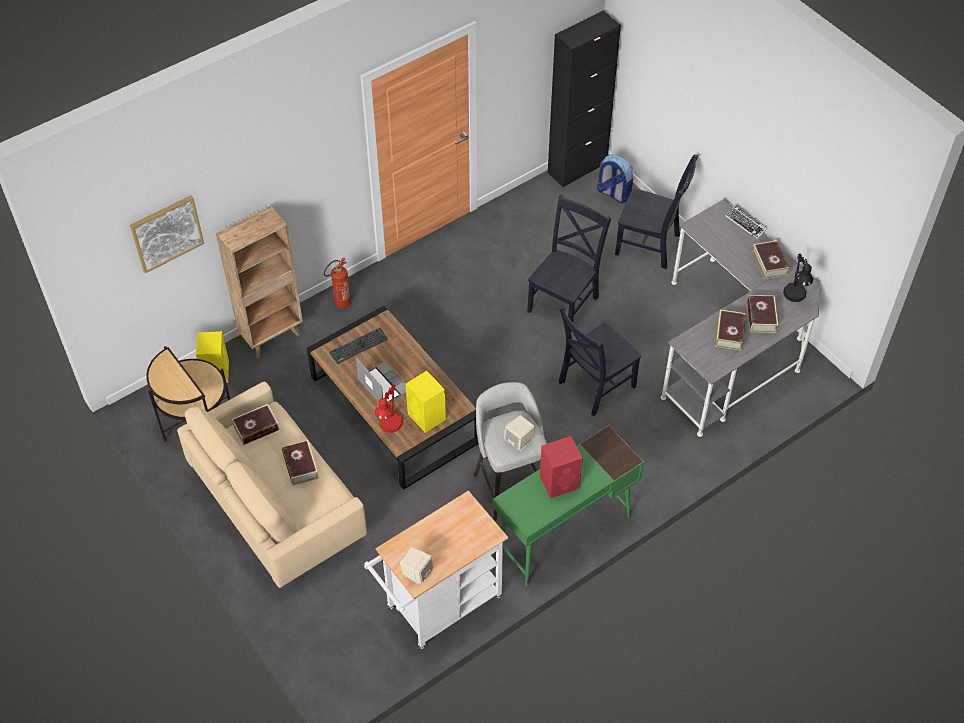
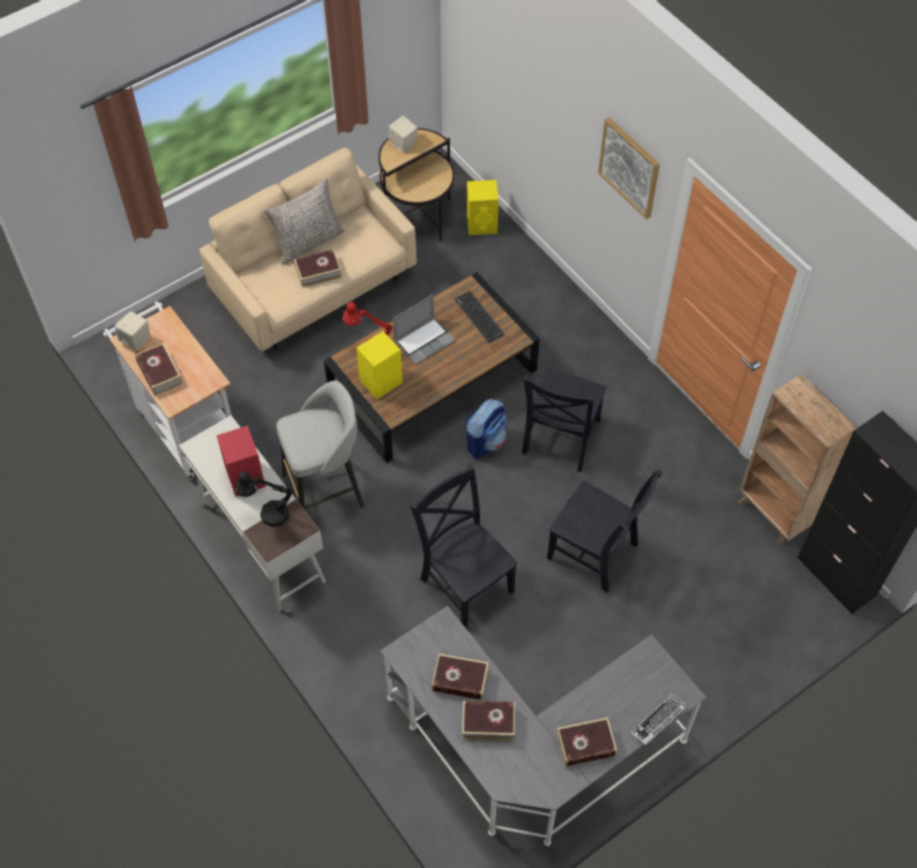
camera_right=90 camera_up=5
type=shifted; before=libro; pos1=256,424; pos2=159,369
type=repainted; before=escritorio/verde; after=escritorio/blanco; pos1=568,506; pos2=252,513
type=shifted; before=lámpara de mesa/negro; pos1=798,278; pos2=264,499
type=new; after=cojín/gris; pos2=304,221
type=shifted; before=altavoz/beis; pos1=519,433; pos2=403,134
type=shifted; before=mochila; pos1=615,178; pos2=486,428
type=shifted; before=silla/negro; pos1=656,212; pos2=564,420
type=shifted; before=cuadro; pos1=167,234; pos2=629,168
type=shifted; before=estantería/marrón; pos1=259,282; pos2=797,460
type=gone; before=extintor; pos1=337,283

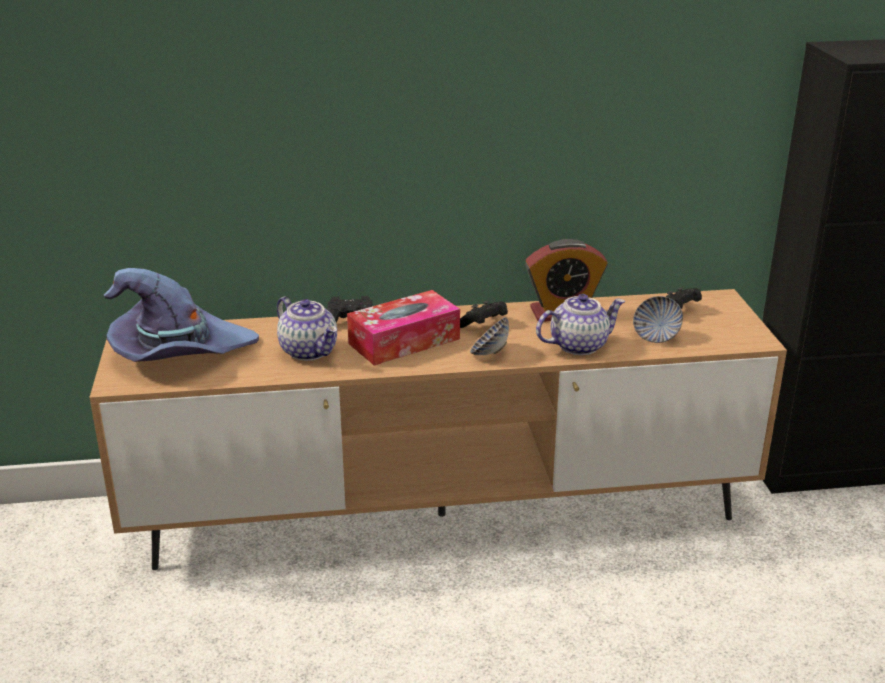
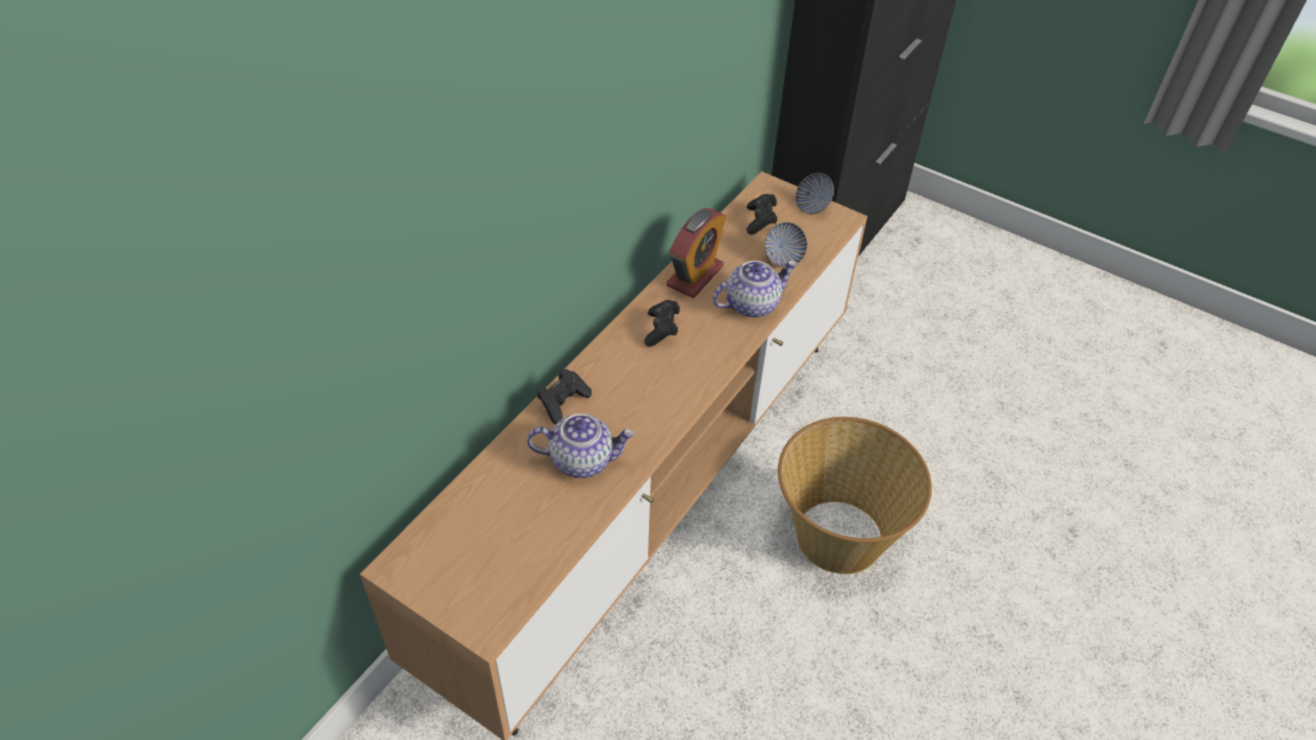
camera_right=-50 camera_up=20
type=rotated; before=tetera; pos1=581,324; pos2=754,289; turn=45
type=new; after=cesta; pos2=855,495
type=shifted; before=cuenco; pos1=489,336; pos2=814,193
type=gone; before=sombrero/morado; pos1=181,315
type=gone; before=caja de pañuelos; pos1=403,327

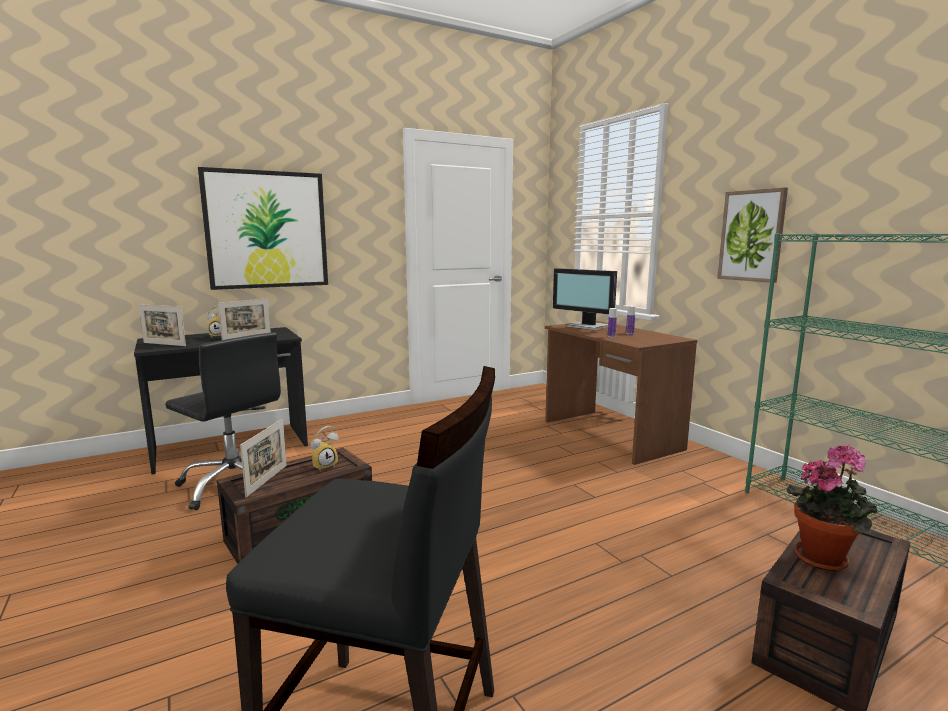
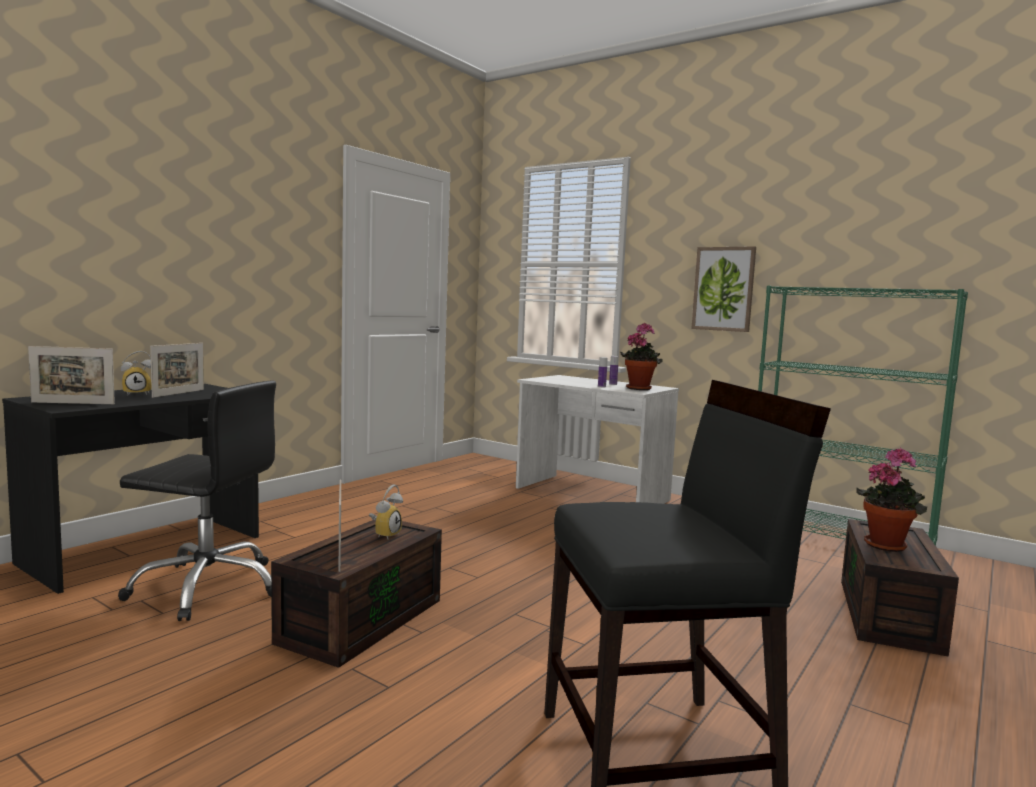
camera_right=-25 camera_up=-5
type=repainted; before=escritorio/marrón; after=escritorio/blanco; pos1=621,393; pos2=597,439
type=new; after=planta en maceta; pos2=641,356
type=gone; before=cuadro; pos1=263,228
type=gone; before=monitor; pos1=585,299

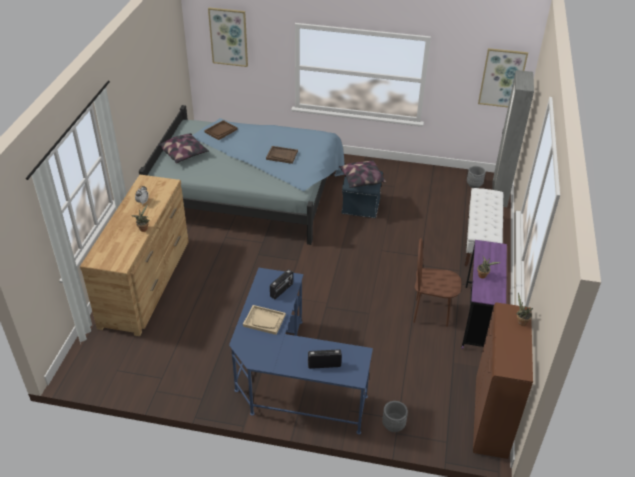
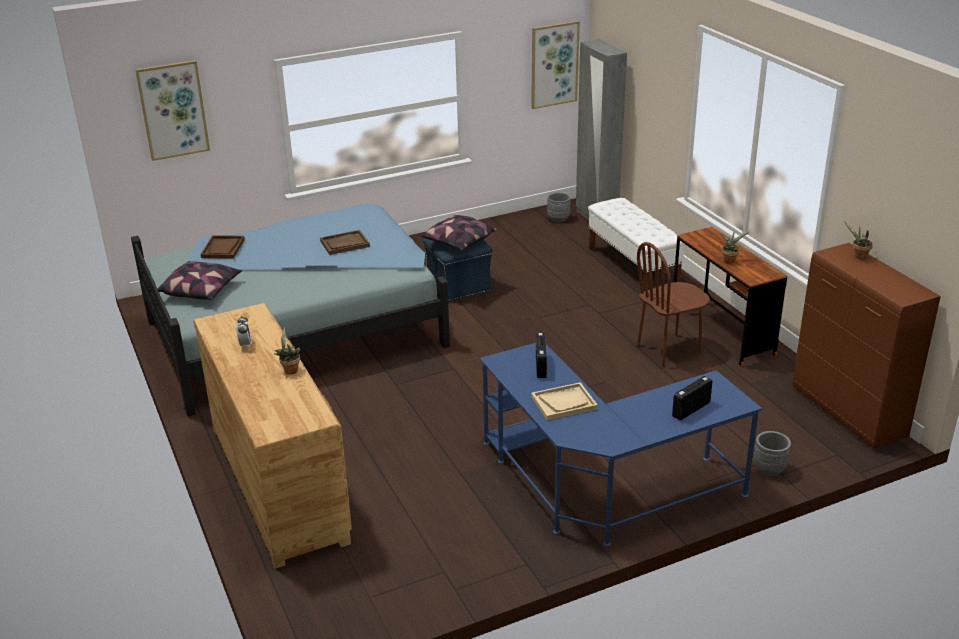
camera_right=-35 camera_up=-10
type=repainted; before=escritorio/morado; after=escritorio/marrón; pos1=484,294; pos2=730,297

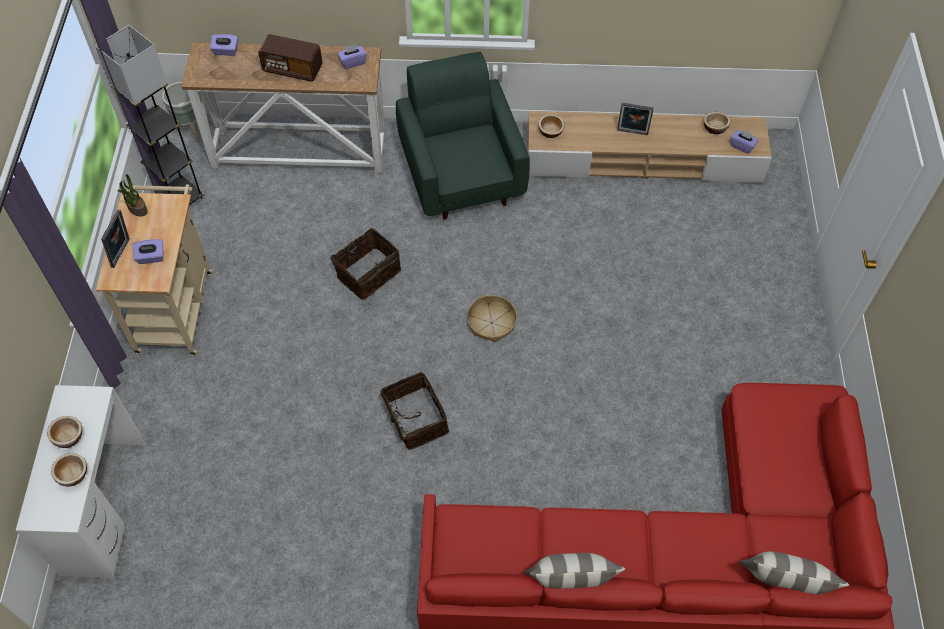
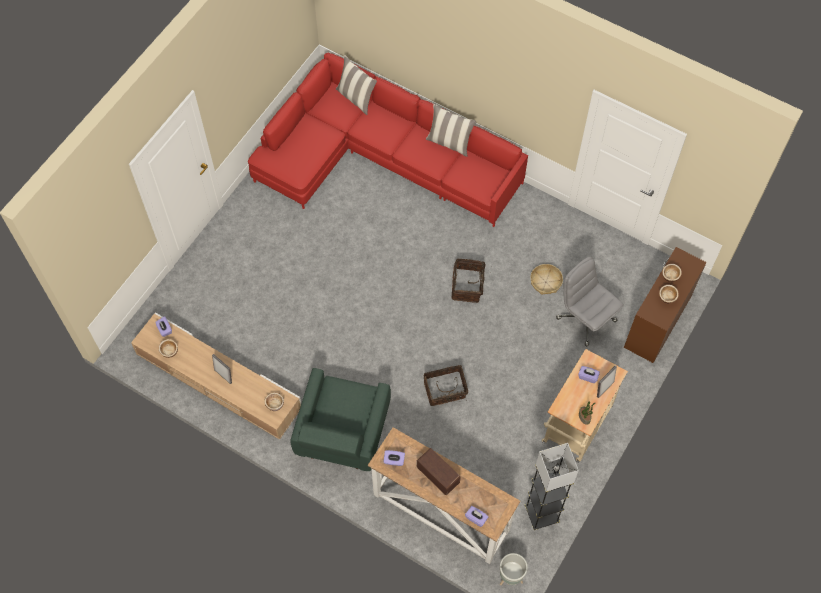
camera_right=-150 camera_up=5
type=shifted; before=cesta; pos1=492,318; pos2=546,279
type=new; after=silla de oficina/gris; pos2=589,301
type=repainted; before=escritorio/blanco; after=escritorio/marrón; pos1=81,481; pos2=665,305

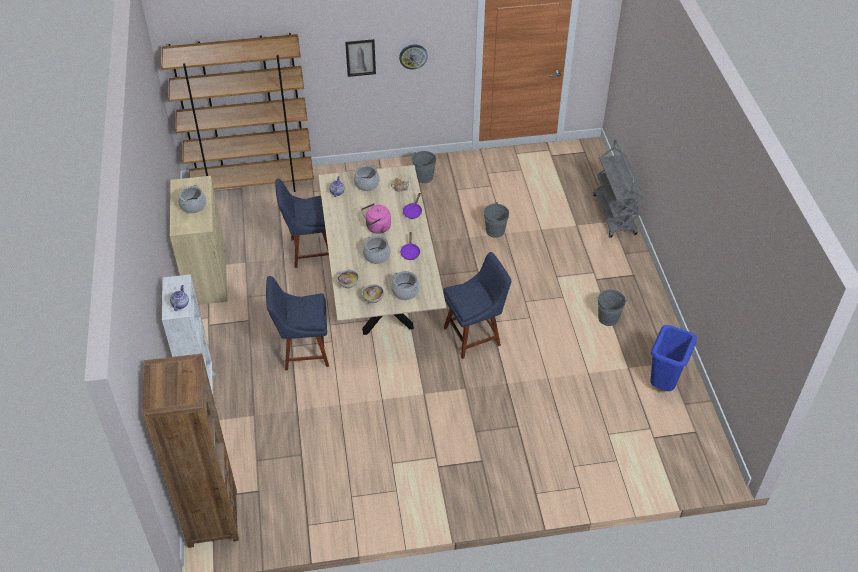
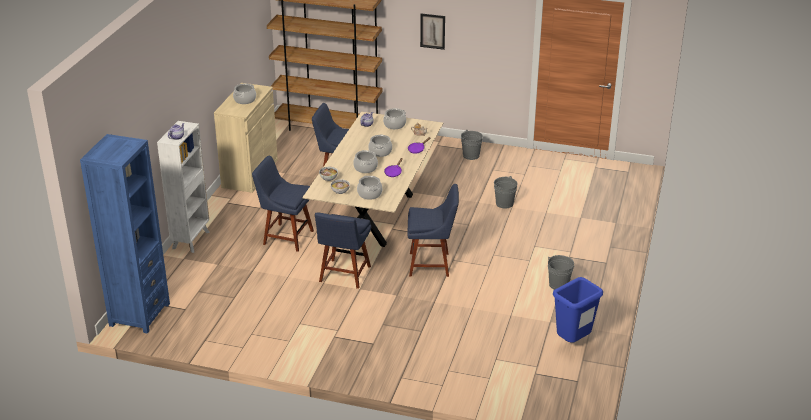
camera_right=25 camera_up=-15
type=repainted; before=estantería/marrón; after=estantería/azul; pos1=191,450; pos2=125,234
type=new; after=silla/azul; pos2=343,251
type=swapped; before=hervidor/rosa; after=olla; pos1=376,218; pos2=380,145
type=gone; before=reloj de pared; pos1=413,57
type=gone; before=carrito/gris; pos1=618,188

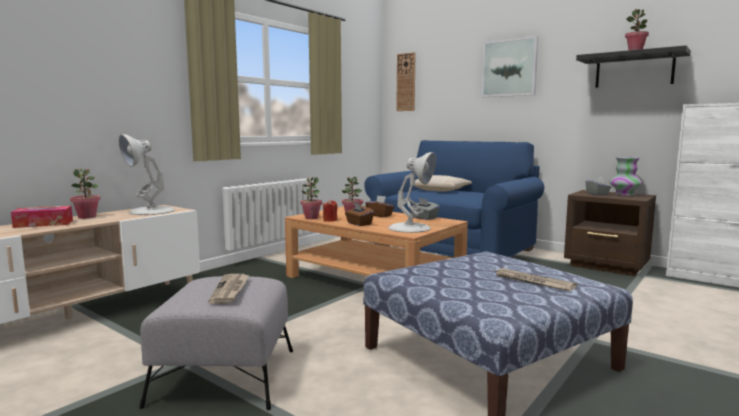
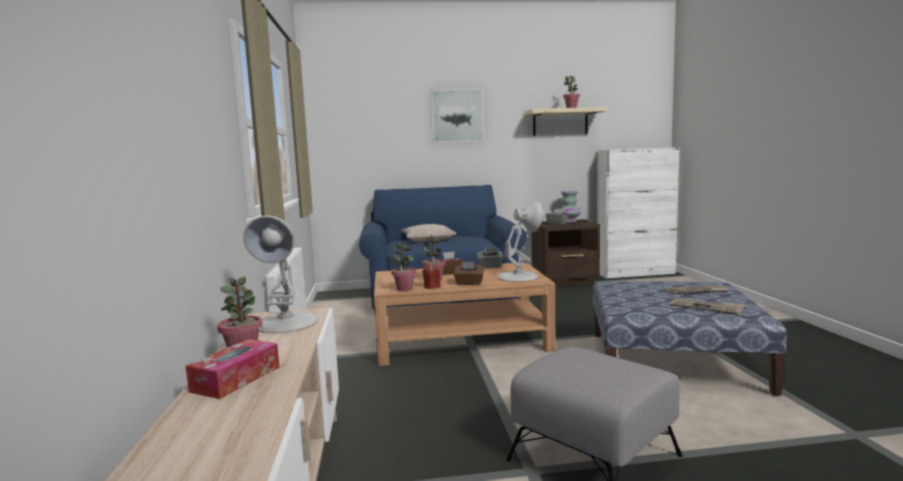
camera_right=-45 camera_up=0
type=repainted; before=estante/negro; after=estante/beis; pos1=633,66; pos2=566,121
type=shifted; before=periódico; pos1=228,289; pos2=707,306
type=gone; before=reloj de pared; pos1=406,81

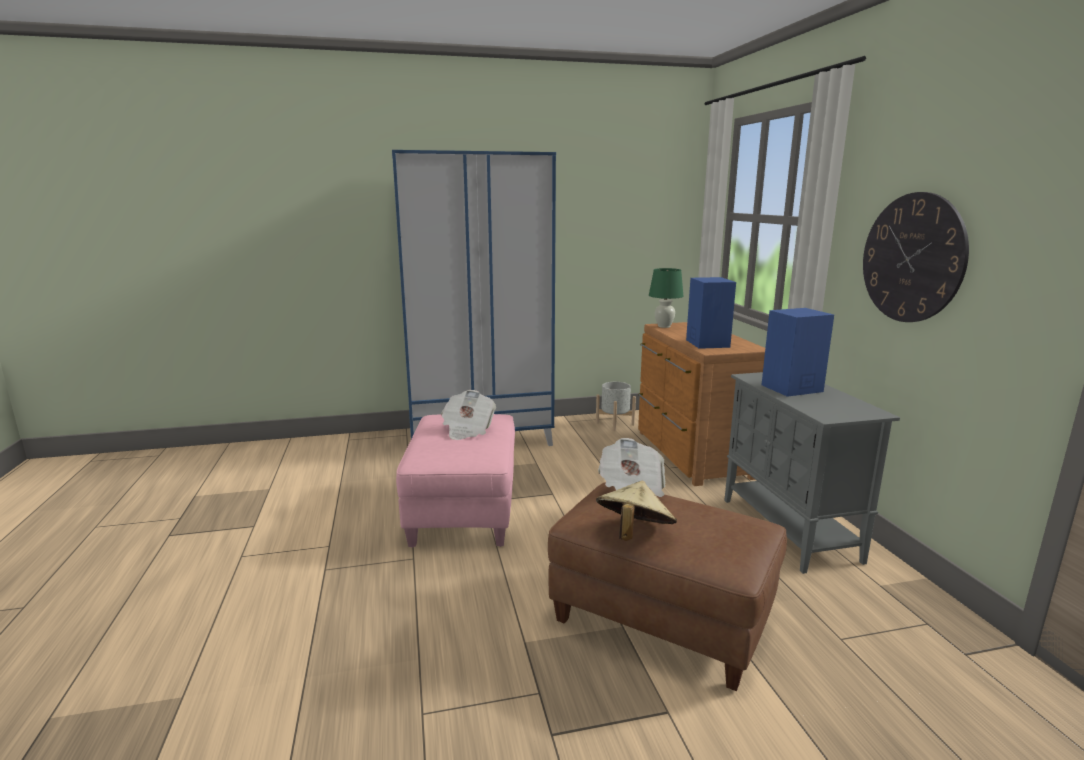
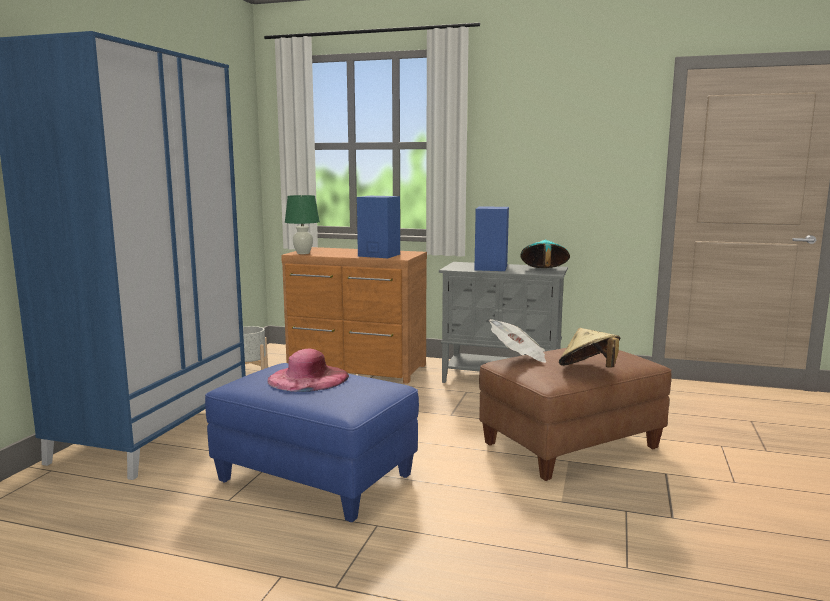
camera_right=-60 camera_up=-5
type=repainted; before=puf/rosa; after=puf/azul; pos1=455,480; pos2=312,442
type=swapped; before=periódico; after=sombrero/rosa; pos1=468,415; pos2=308,370
type=new; after=sombrero/turquesa; pos2=545,254
type=gone; before=reloj de pared; pos1=916,257

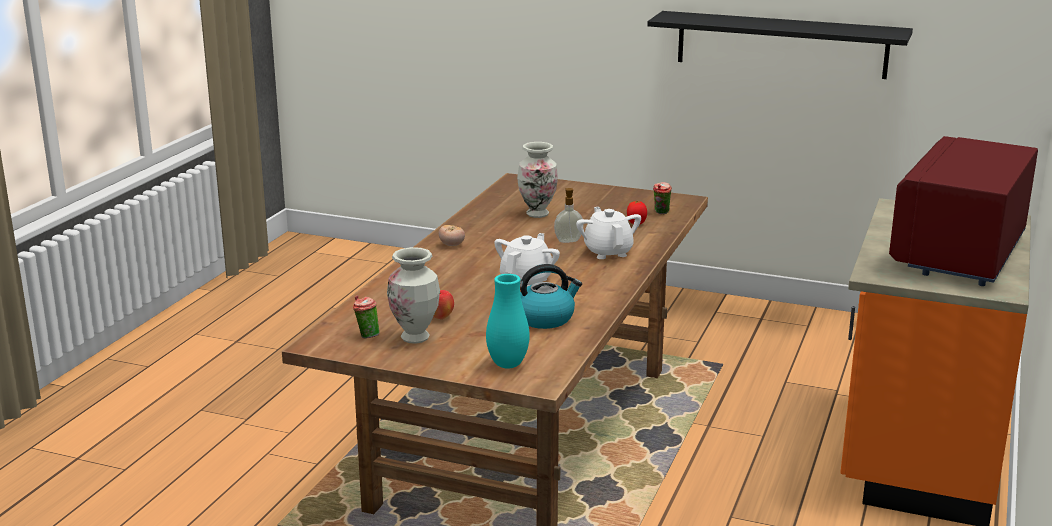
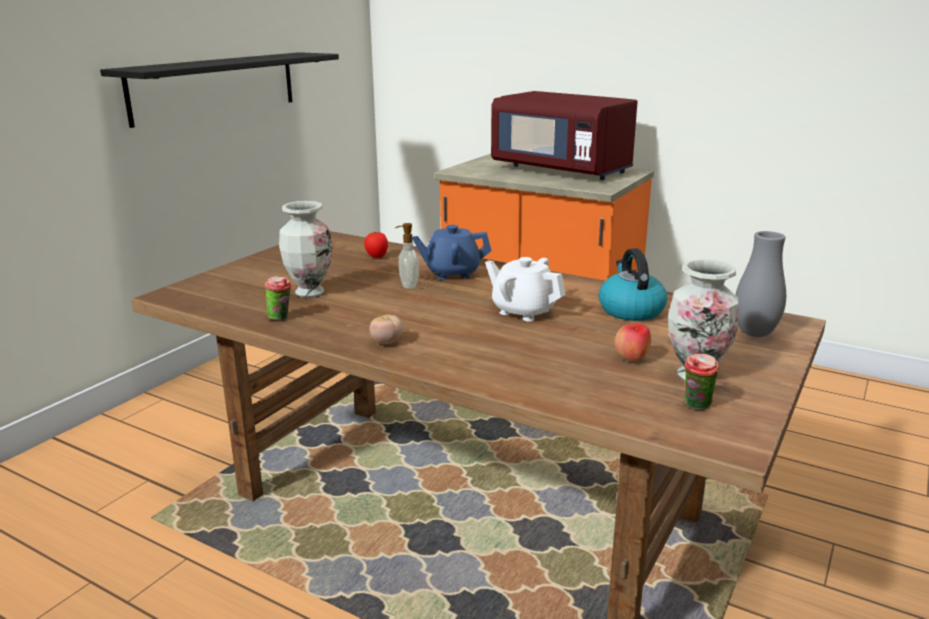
camera_right=-80 camera_up=0
type=shifted; before=taza; pos1=662,198; pos2=278,298
type=repainted; before=tetera/blanco; after=tetera/azul; pos1=608,233; pos2=451,252
type=repainted; before=florero/turquesa; after=florero/gris; pos1=508,321; pos2=760,284

